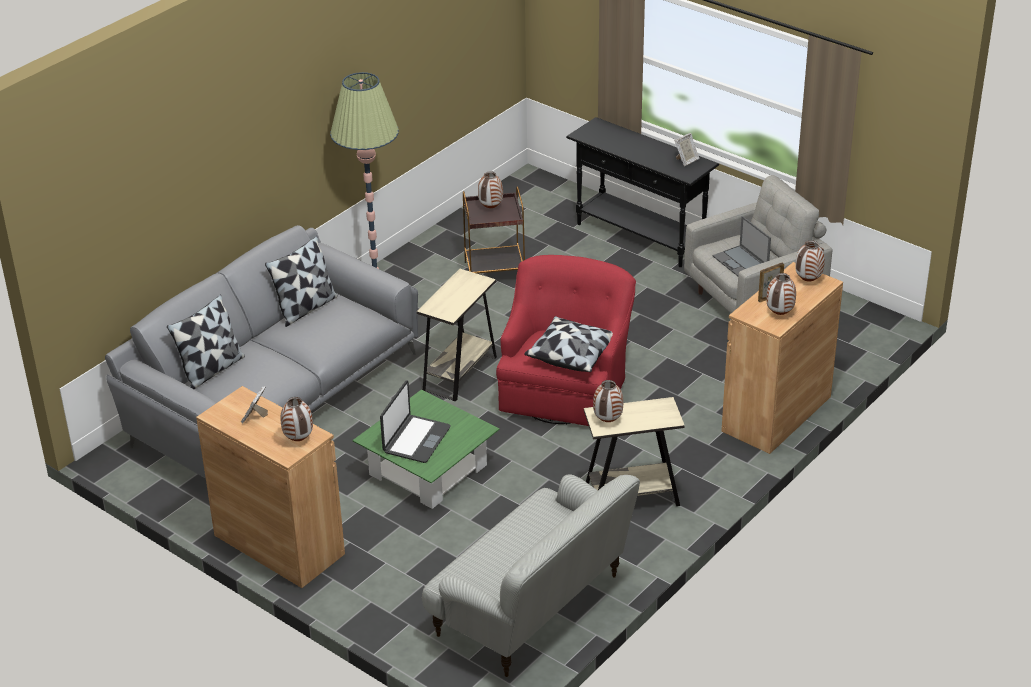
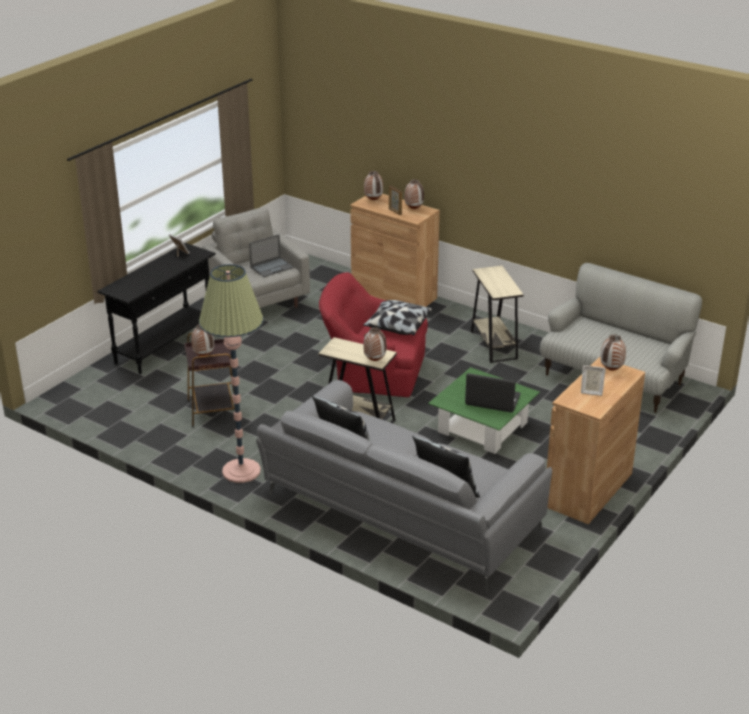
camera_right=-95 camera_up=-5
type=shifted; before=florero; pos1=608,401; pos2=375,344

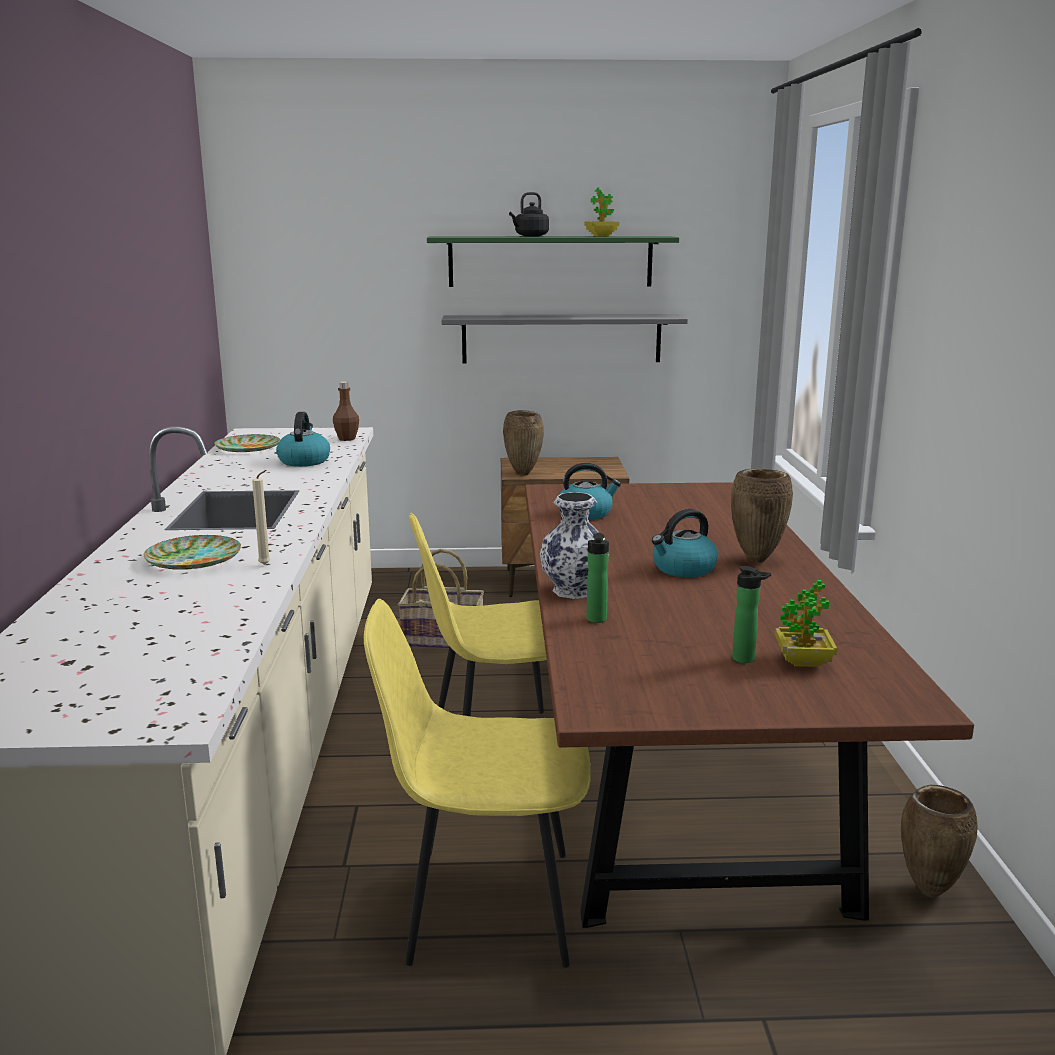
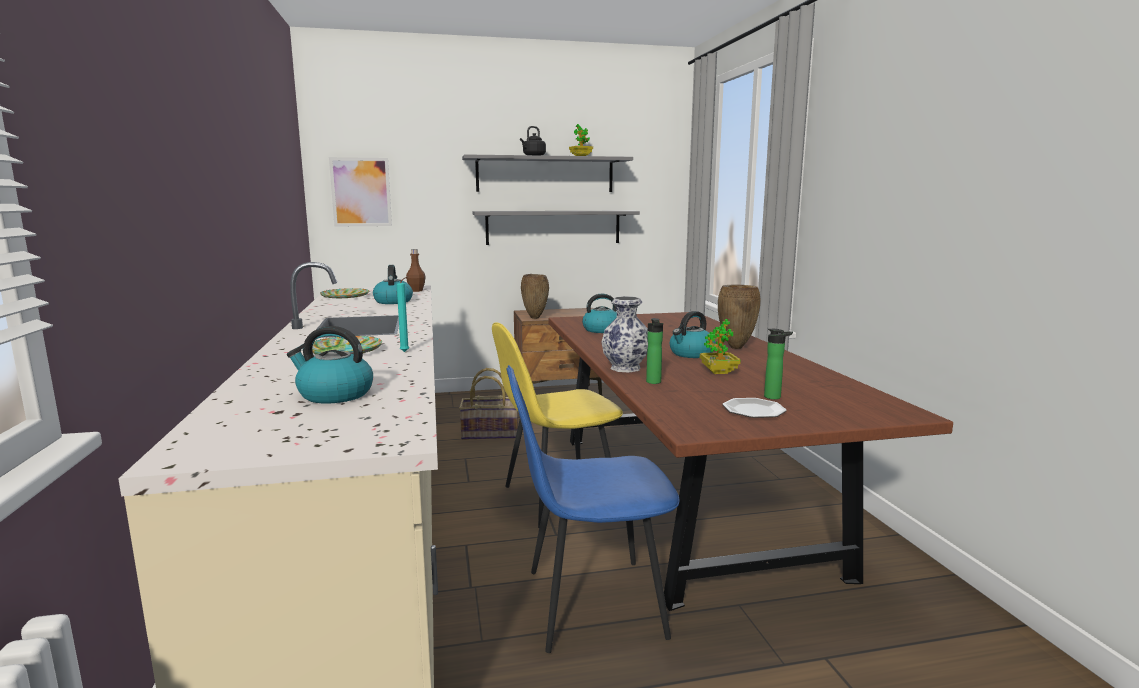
camera_right=-10 camera_up=-5
type=new; after=hervidor; pos2=330,364
type=new; after=cuadro; pos2=360,192
type=repainted; before=vela/beis; after=vela/turquesa; pos1=261,517; pos2=403,314
type=repainted; before=estante/verde; after=estante/gris; pos1=553,261; pos2=547,173
type=repainted; before=silla/amarillo; after=silla/azul; pos1=477,783; pos2=593,509
type=shifted; before=planta en maceta; pos1=806,623; pos2=720,346
type=new; after=plato; pos2=754,408
type=gone; before=florero/marrón; pos1=939,841

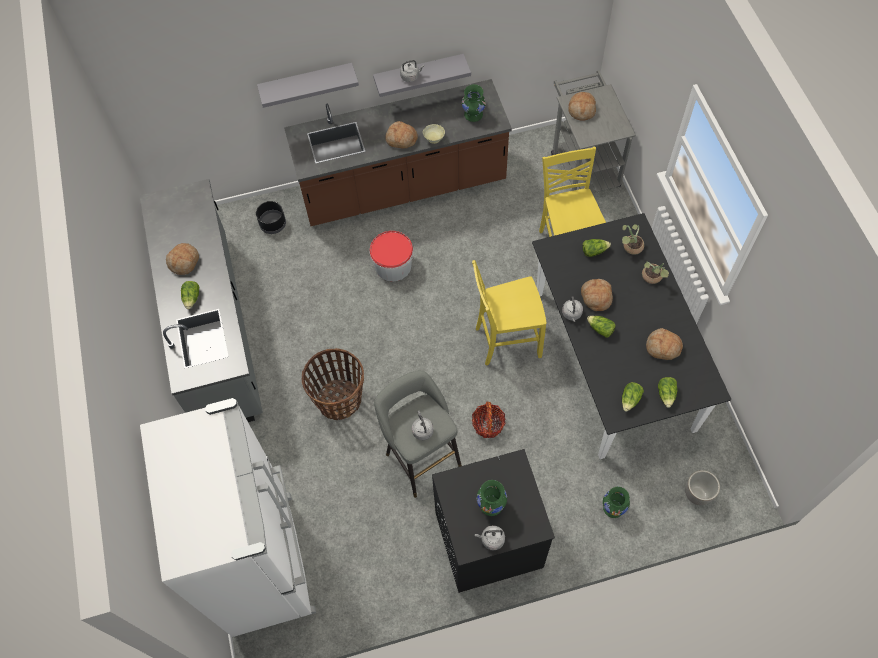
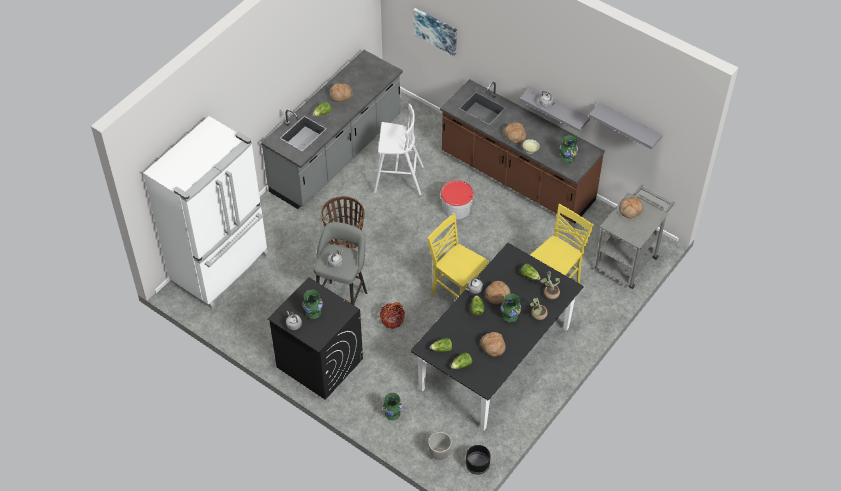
camera_right=50 camera_up=-10
type=new; after=taburete/blanco; pos2=399,149
type=new; after=cuadro; pos2=435,32
type=shifted; before=maceta/negro; pos1=271,217; pos2=478,460
type=new; after=florero/verde; pos2=511,308
type=shifted; before=estante/gris; pos1=308,85; pos2=626,126

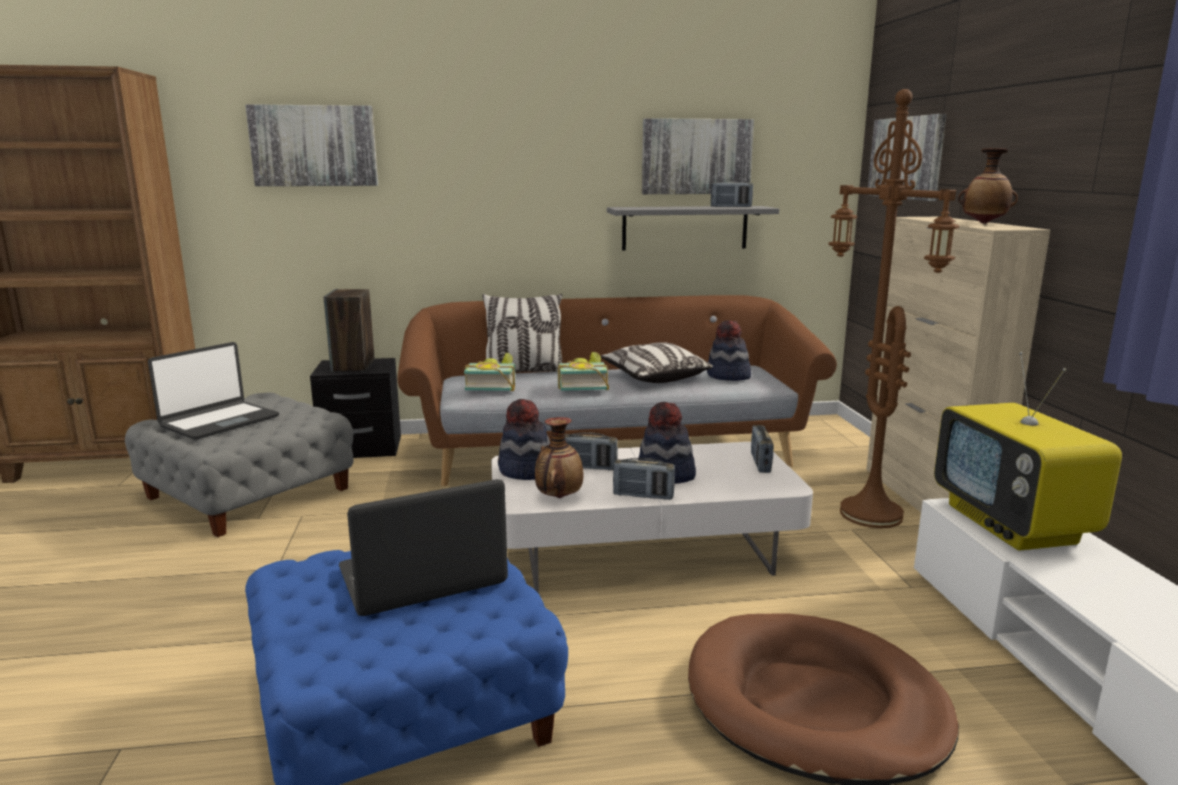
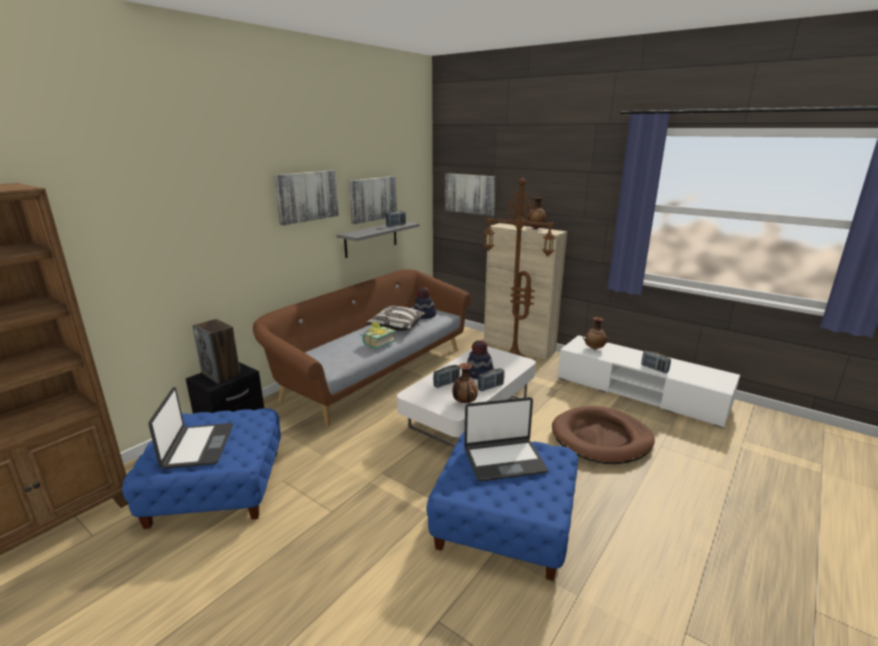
camera_right=-45 camera_up=5
type=repainted; before=puf/gris; after=puf/azul; pos1=239,465; pos2=201,468
type=shifted; before=cuadro; pos1=311,145; pos2=306,197
type=rotated; before=portátil; pos1=423,547; pos2=506,439; turn=-120
type=swapped; before=televisor; after=florero; pos1=1028,451; pos2=596,333
type=shifted; before=radio; pos1=762,449; pos2=656,362
type=gone; before=libro; pos1=489,372
type=gone; before=cojín; pos1=522,333
type=gone; before=sombrero; pos1=524,439

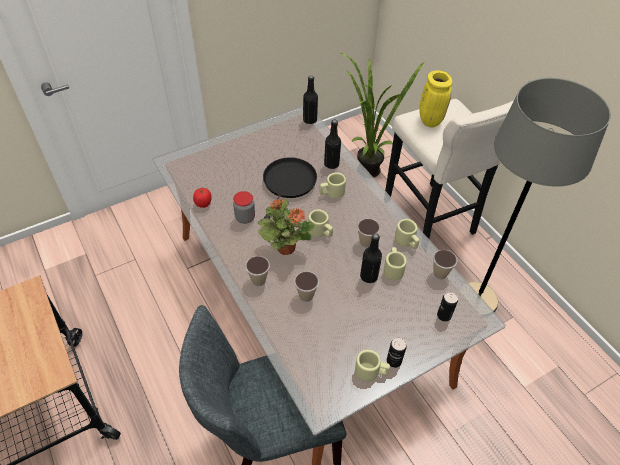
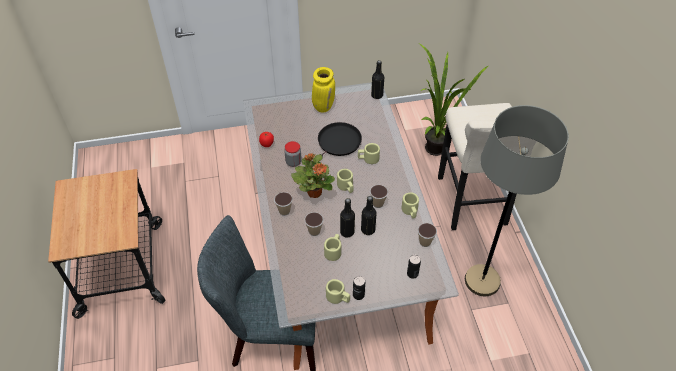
camera_right=20 camera_up=0
type=shifted; before=florero/amarillo; pos1=435,98; pos2=323,90
type=shifted; before=taza grande/beis; pos1=395,263; pos2=332,247
type=shifted; before=botella/negro; pos1=332,144; pos2=347,218

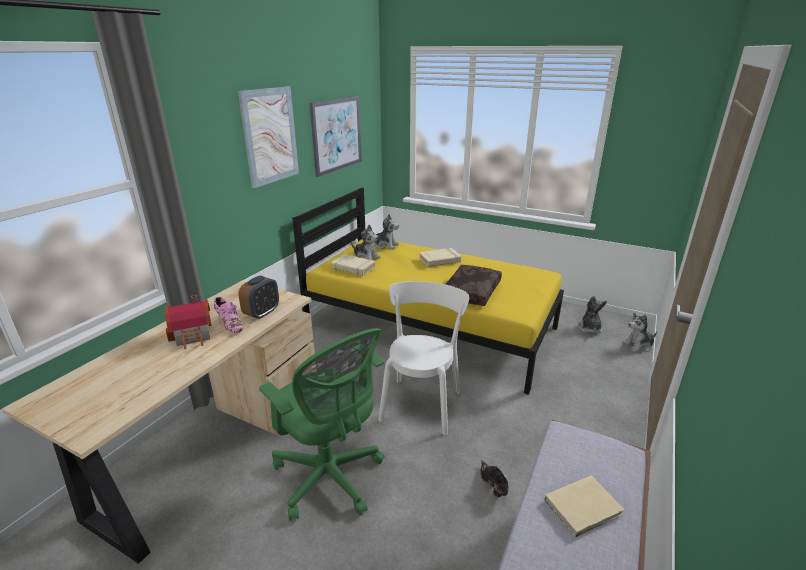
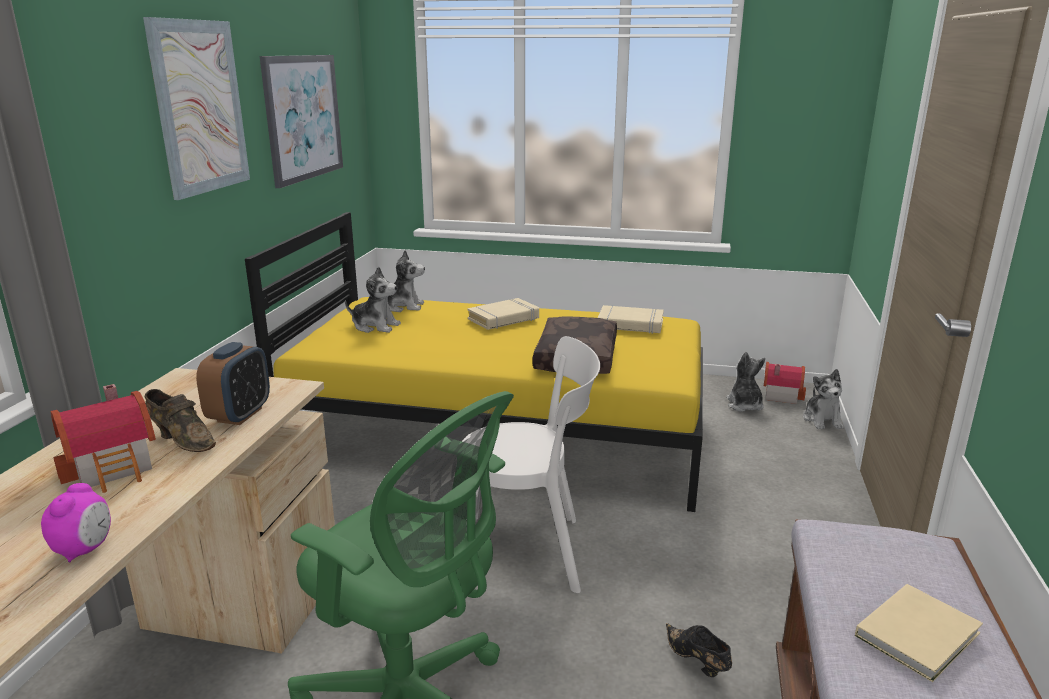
camera_right=-15 camera_up=-5
type=new; after=despertador; pos2=76,522
type=repainted; before=zapato/rosa; after=zapato/marrón; pos1=228,315; pos2=180,420
type=rotated; before=silla/blanco; pos1=423,358; pos2=531,464; turn=90
type=shifted; before=libro/beis; pos1=353,265; pos2=631,319
type=new; after=casita; pos2=785,383
type=rotated; before=peluche; pos1=639,332; pos2=823,399; turn=-60

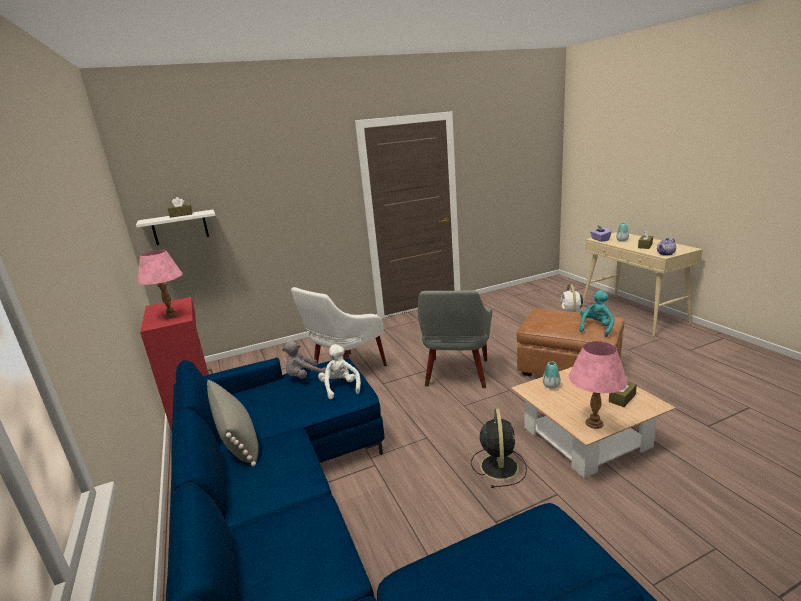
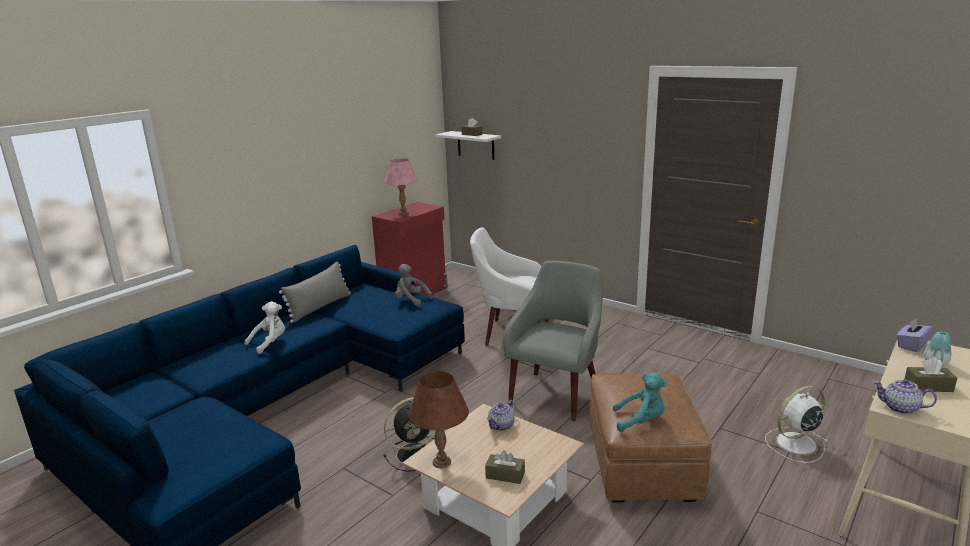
camera_right=60 camera_up=0
type=shifted; before=peluche/blanco; pos1=339,371; pos2=265,327
type=repainted; before=lámpara de mesa/rosa; after=lámpara de mesa/marrón; pos1=598,385; pos2=438,419
type=swapped; before=florero; after=tetera; pos1=552,375; pos2=501,415
type=rotated; before=sillón/gris; pos1=455,339; pos2=553,341; turn=135

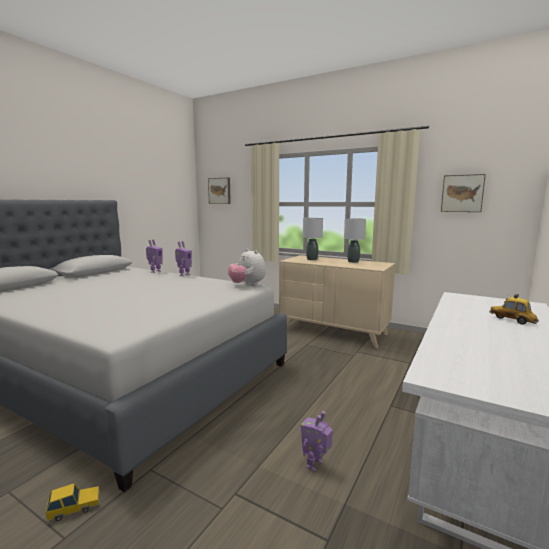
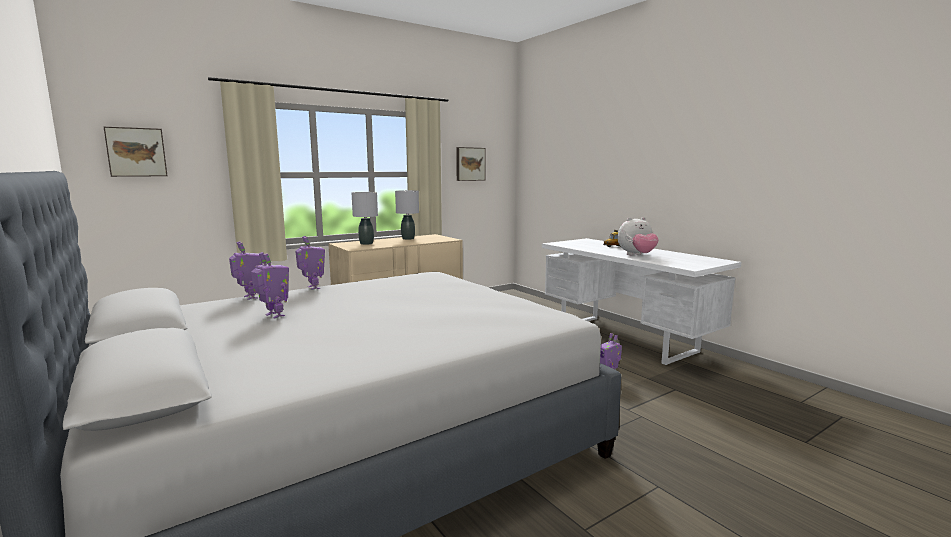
camera_right=-65 camera_up=0
type=new; after=robot de juguete; pos2=270,285
type=shifted; before=peluche; pos1=247,267; pos2=638,236
type=gone; before=coche de juguete; pos1=73,502

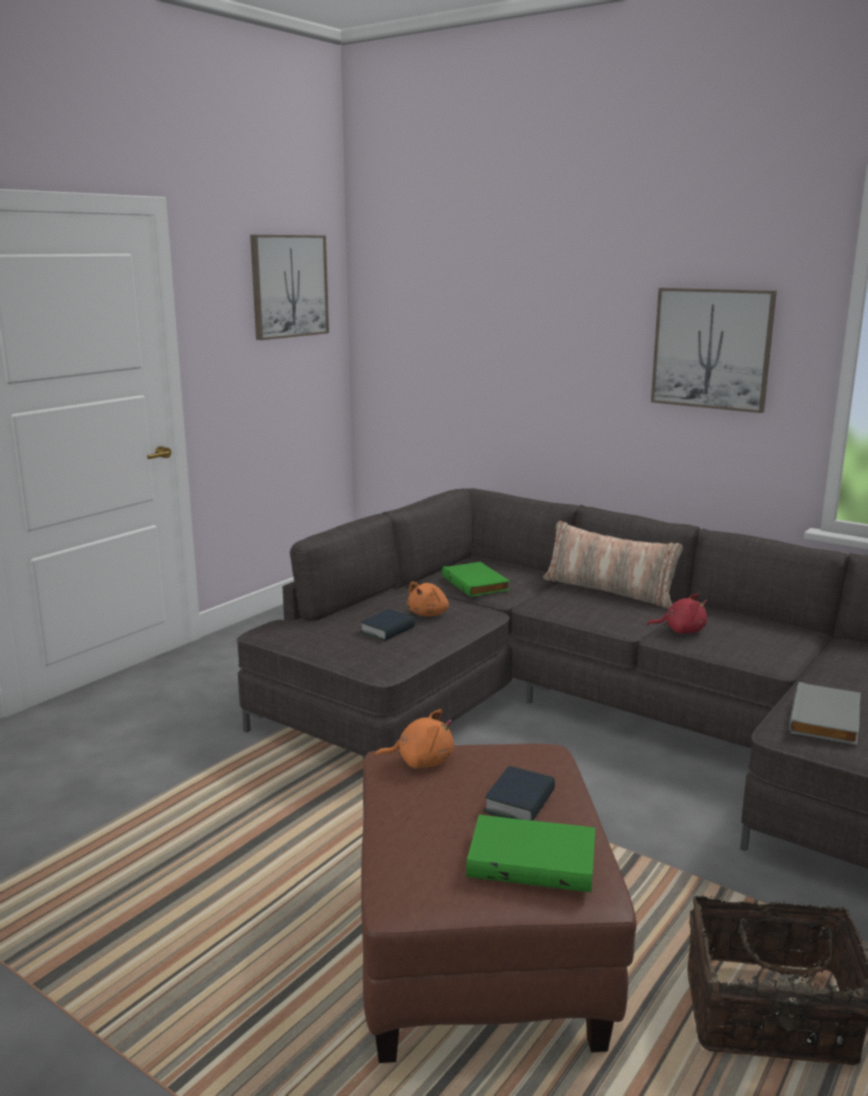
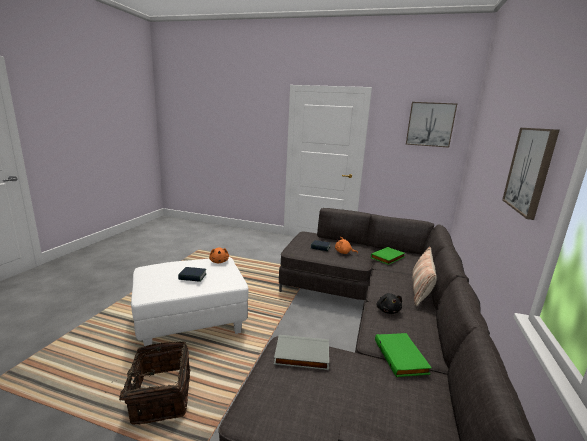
camera_right=70 camera_up=0
type=repainted; before=puf/marrón; after=puf/blanco; pos1=499,903; pos2=190,301
type=shifted; before=libro/verde; pos1=530,853; pos2=403,355
type=repainted; before=peluche/rojo; after=peluche/negro; pos1=677,613; pos2=389,303

